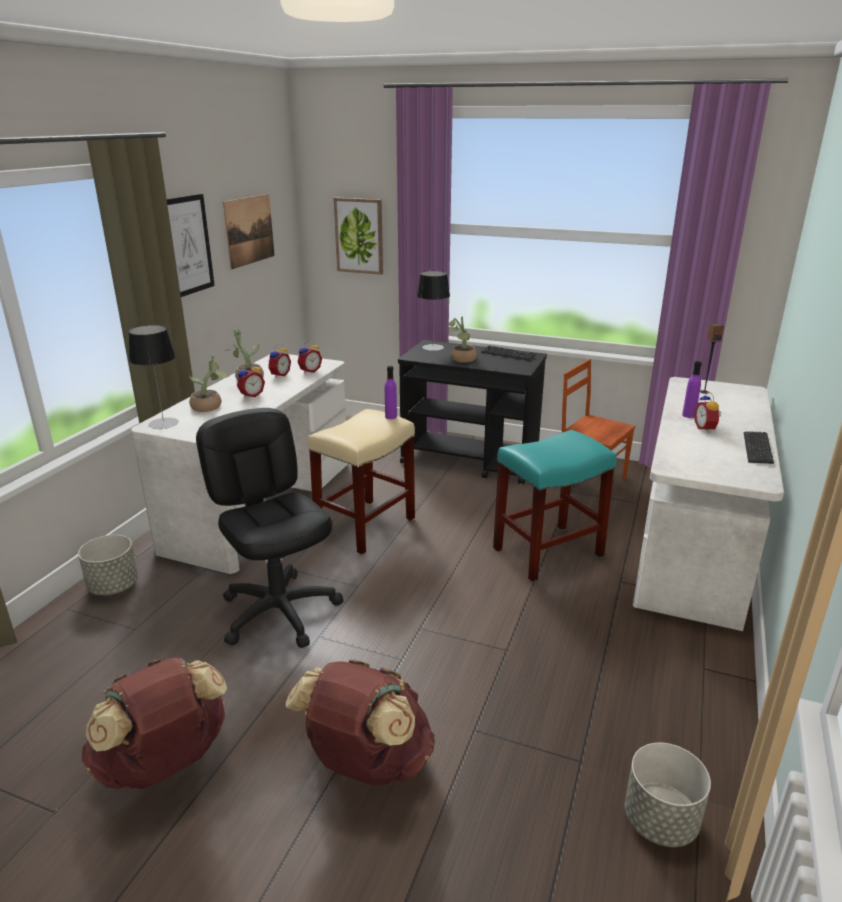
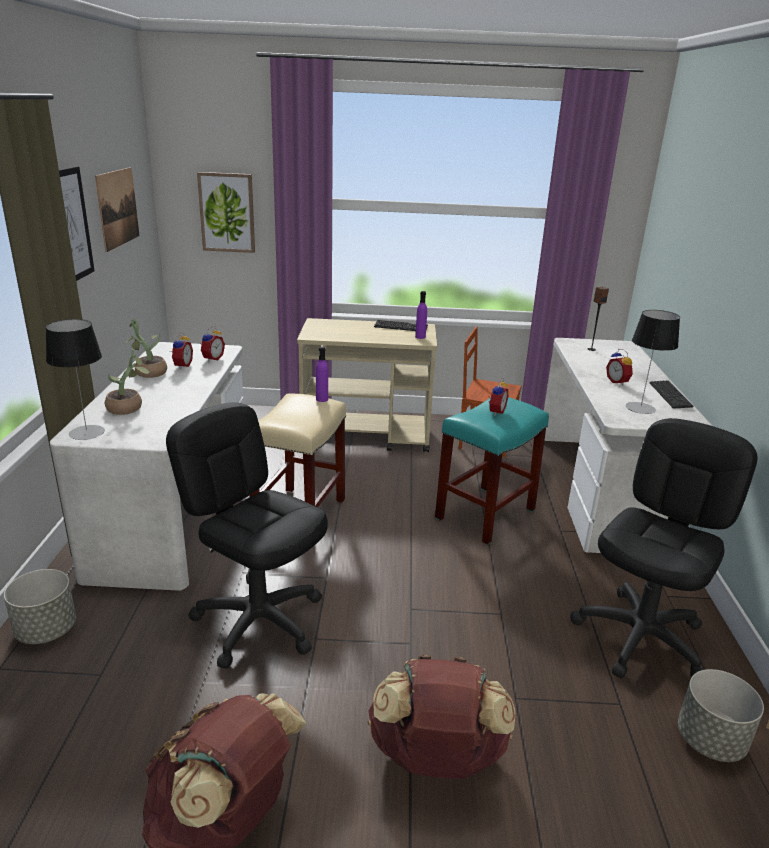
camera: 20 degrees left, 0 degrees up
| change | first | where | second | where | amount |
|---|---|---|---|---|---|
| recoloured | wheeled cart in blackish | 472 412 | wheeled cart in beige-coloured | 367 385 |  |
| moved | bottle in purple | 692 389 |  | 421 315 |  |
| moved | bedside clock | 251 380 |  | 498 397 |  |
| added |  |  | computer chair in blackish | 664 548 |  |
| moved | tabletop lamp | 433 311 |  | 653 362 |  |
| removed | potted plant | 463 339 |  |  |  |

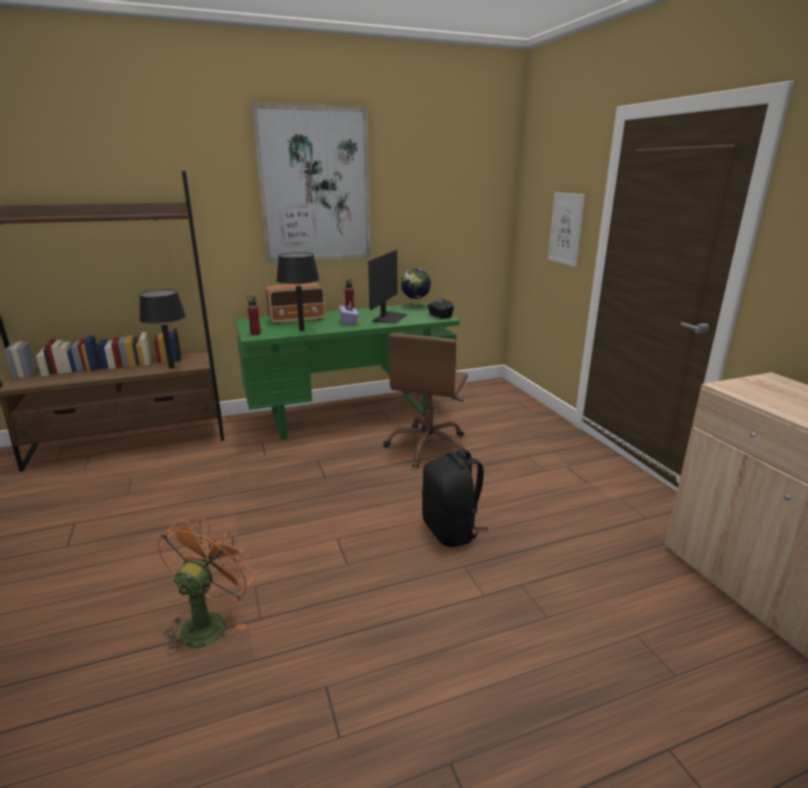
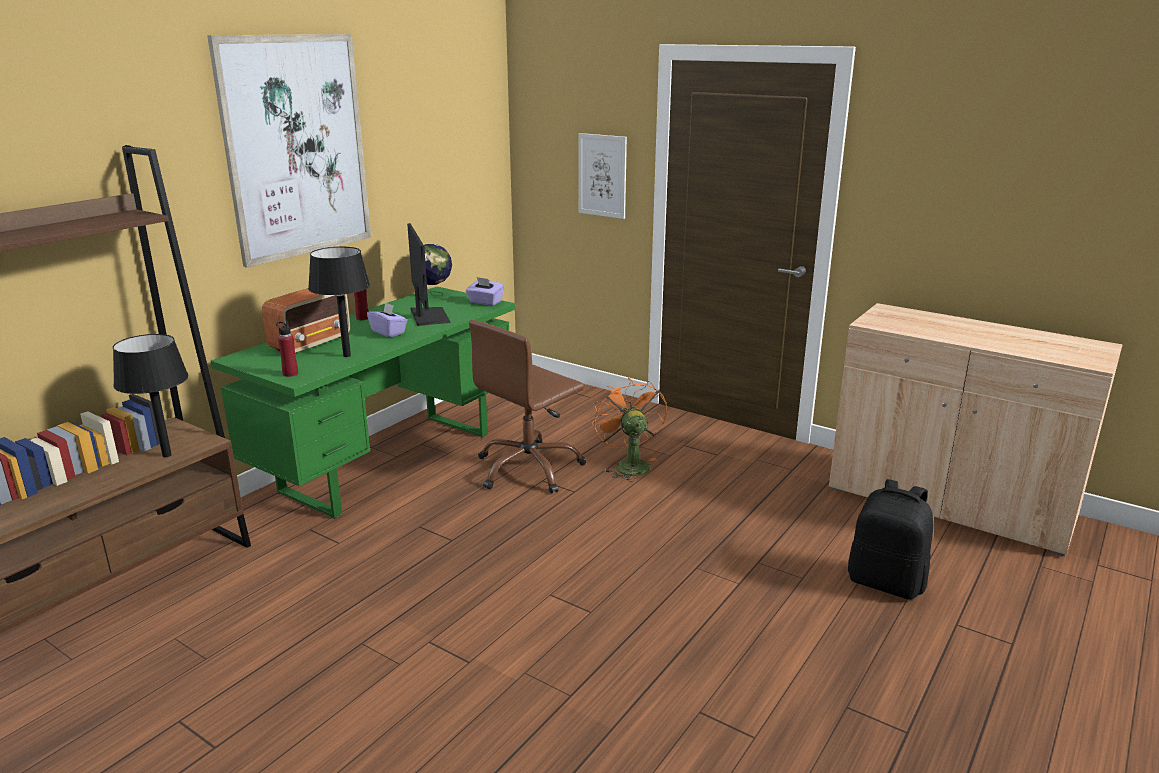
camera: 35 degrees left, 0 degrees up
| change | first | where | second | where | amount |
|---|---|---|---|---|---|
| recoloured | tissue box in blackish | 440 307 | tissue box in purple | 485 291 |  |
| turned | computer chair in brown-coloured | 425 401 |  | 527 406 | 60 degrees clockwise |
| moved | cooling fan in orange | 207 586 |  | 629 430 |  |
| moved | backpack in blackish | 455 497 |  | 890 539 |  |

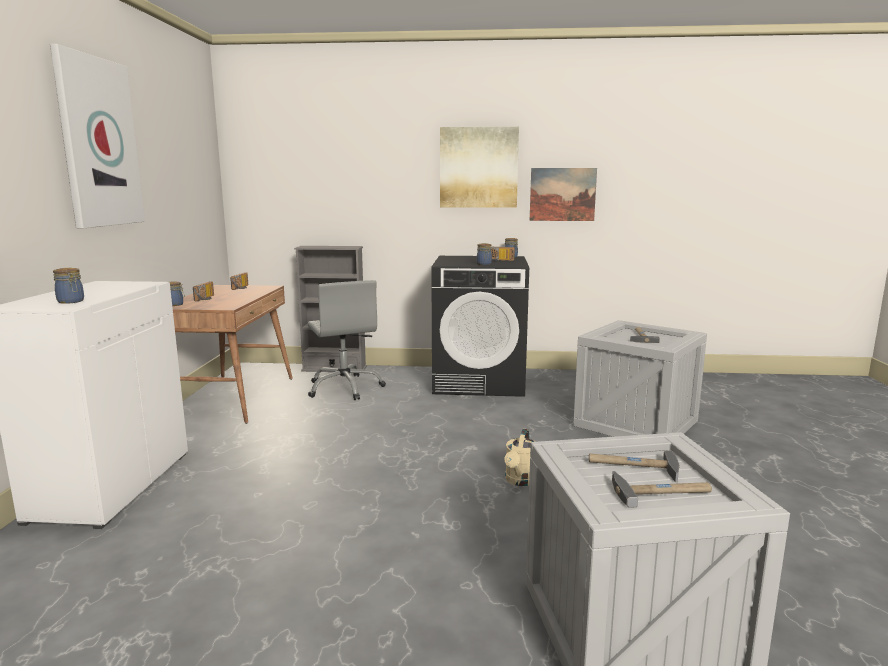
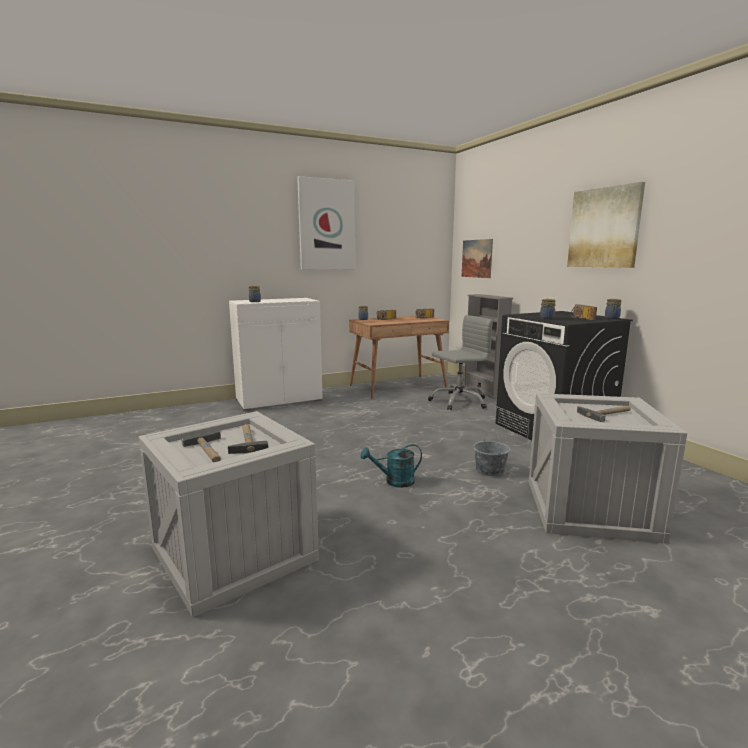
camera: 60 degrees right, 0 degrees up
| change | first | where | second | where | amount |
|---|---|---|---|---|---|
| recoloured | sprinkling can in beige-coloured | 519 457 | sprinkling can in turquoise | 391 466 |  |
| turned | computer chair in grey | 347 340 |  | 460 362 | 150 degrees counterclockwise |
| moved | wall art | 563 194 |  | 477 258 |  |
| added |  |  | water bucket in grey | 492 452 |  |

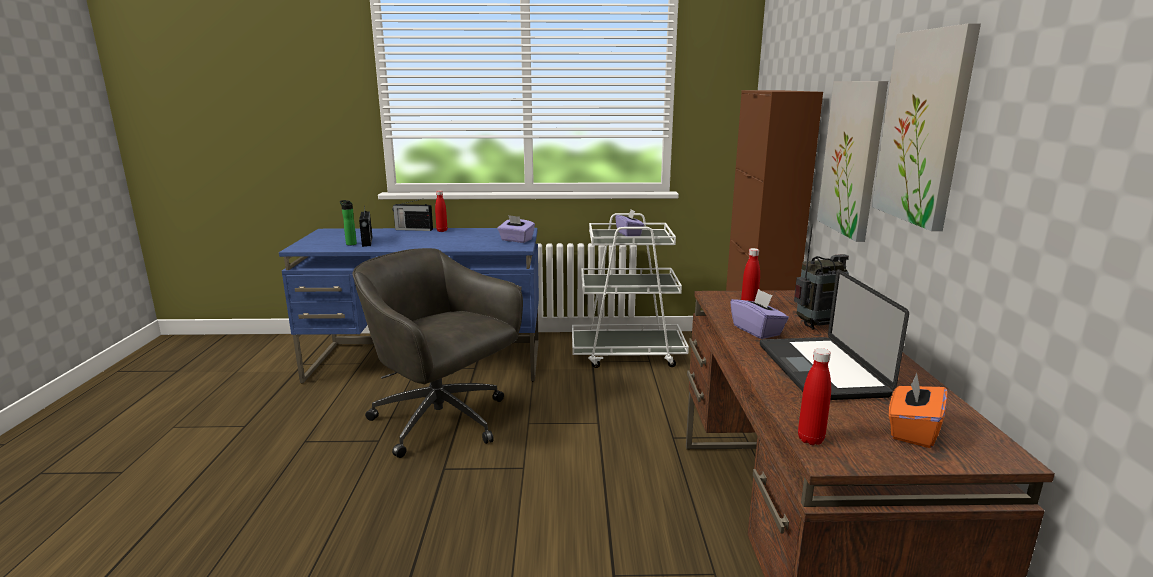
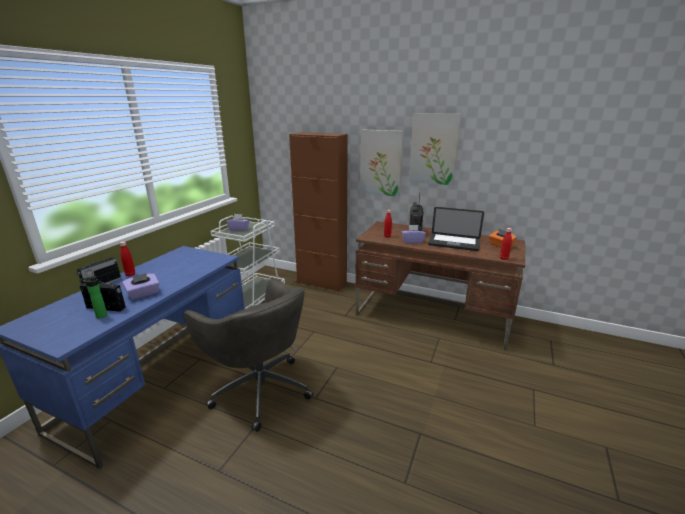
camera: 65 degrees left, 5 degrees up
| change | first | where | second | where | amount |
|---|---|---|---|---|---|
| moved | tissue box in purple | 516 229 |  | 140 286 |  |
| turned | computer chair in grey | 437 353 |  | 248 355 | 105 degrees counterclockwise |

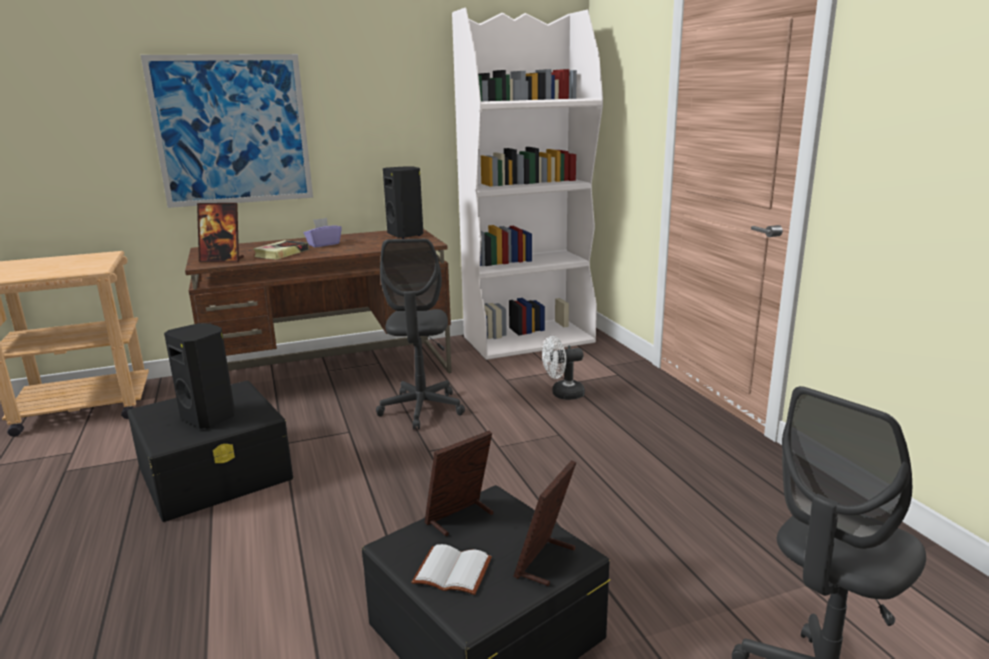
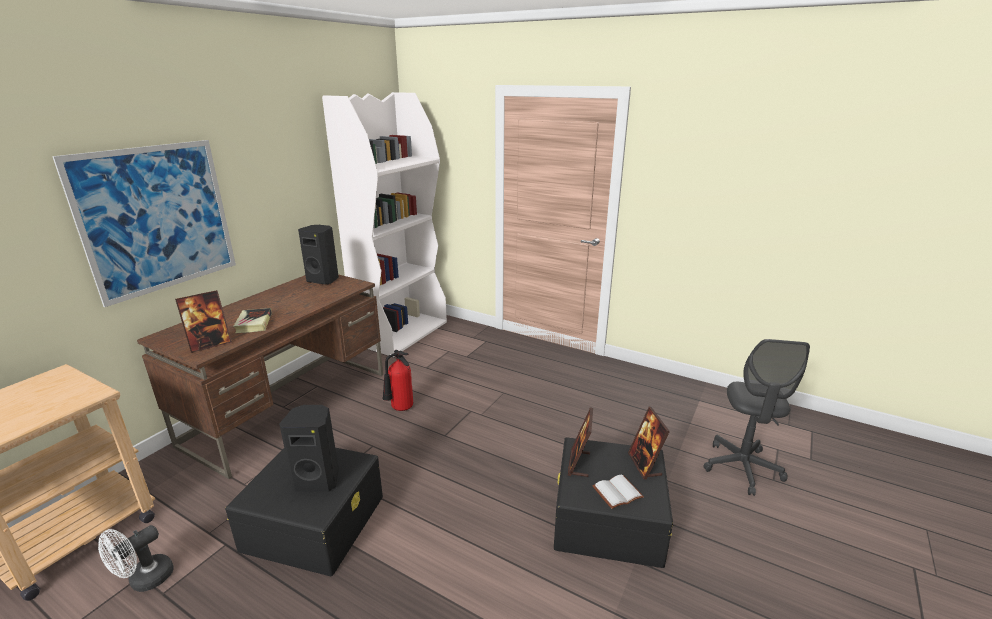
camera: 40 degrees left, 5 degrees up
| change | first | where | second | where | amount |
|---|---|---|---|---|---|
| moved | cooling fan in whitish | 563 368 |  | 136 558 |  |
| replaced | computer chair in grey | 420 334 | fire extinguisher | 398 380 |  |
| removed | tissue box in purple | 323 232 |  |  |  |

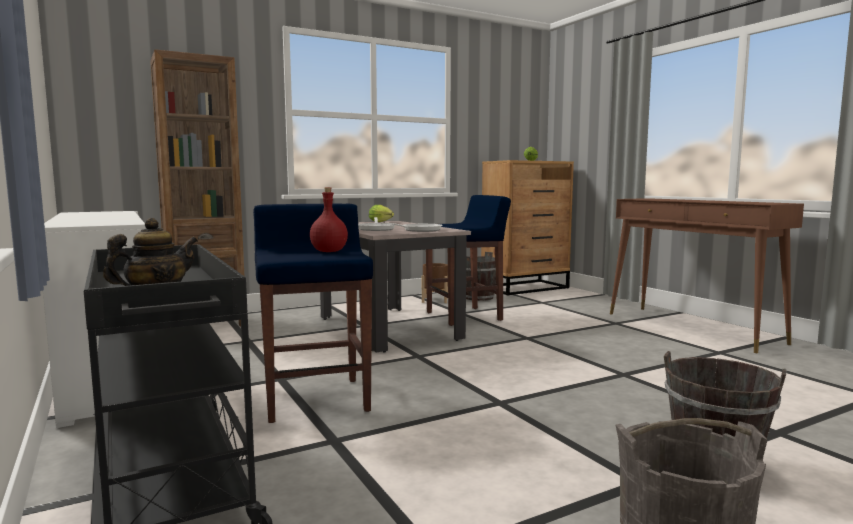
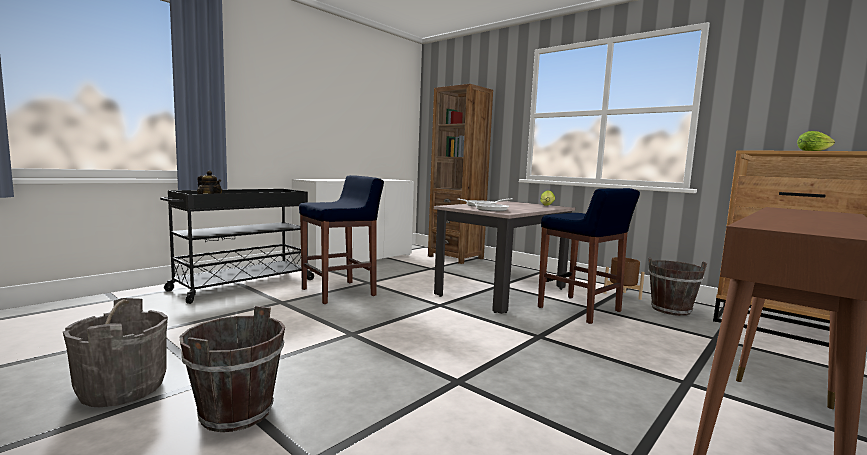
camera: 70 degrees right, 0 degrees up
| change | first | where | second | where | amount |
|---|---|---|---|---|---|
| removed | bottle in reddish | 329 219 |  |  |  |

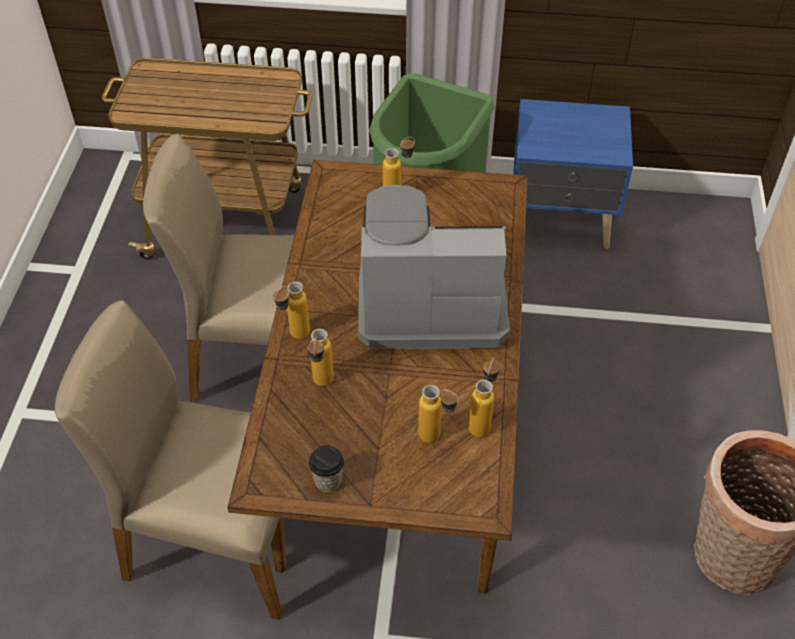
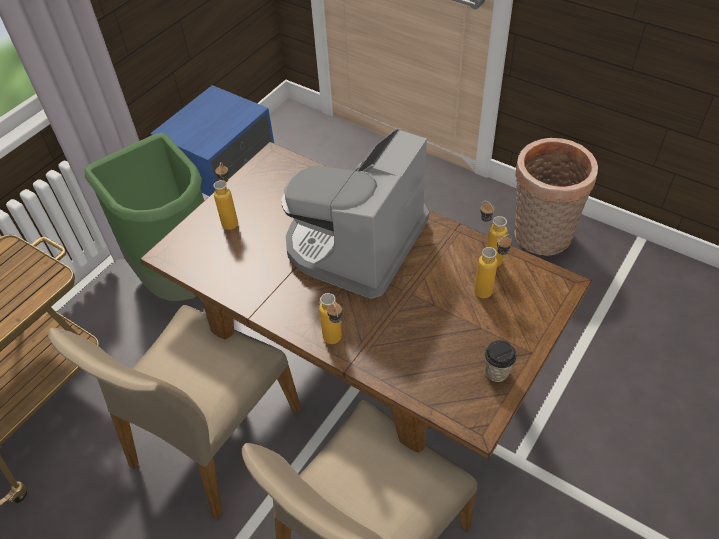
camera: 60 degrees left, 0 degrees up
| change | first | where | second | where | amount |
|---|---|---|---|---|---|
| removed | bottle | 320 357 |  |  |  |

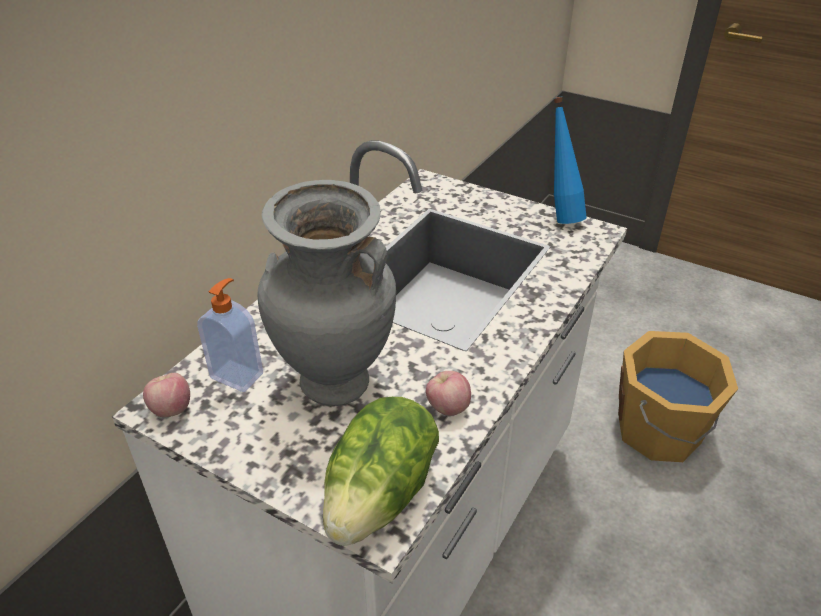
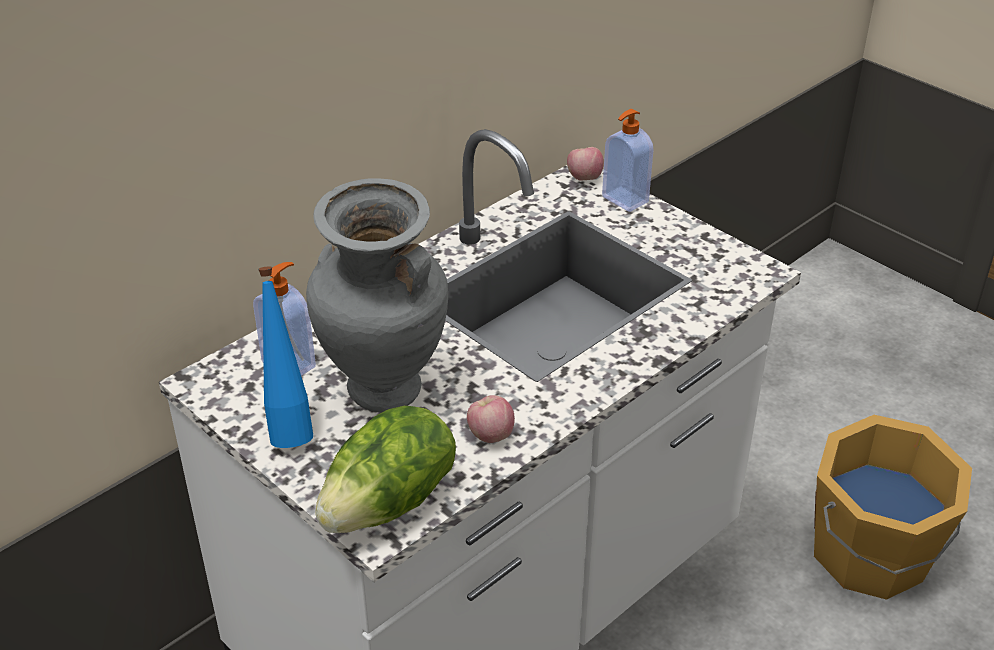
camera: 15 degrees right, 0 degrees up
| change | first | where | second | where | amount |
|---|---|---|---|---|---|
| moved | bottle in blue | 570 160 |  | 285 357 |  |
| moved | whole apple | 166 395 |  | 585 164 |  |
| added |  |  | soap dispenser | 628 160 |  |

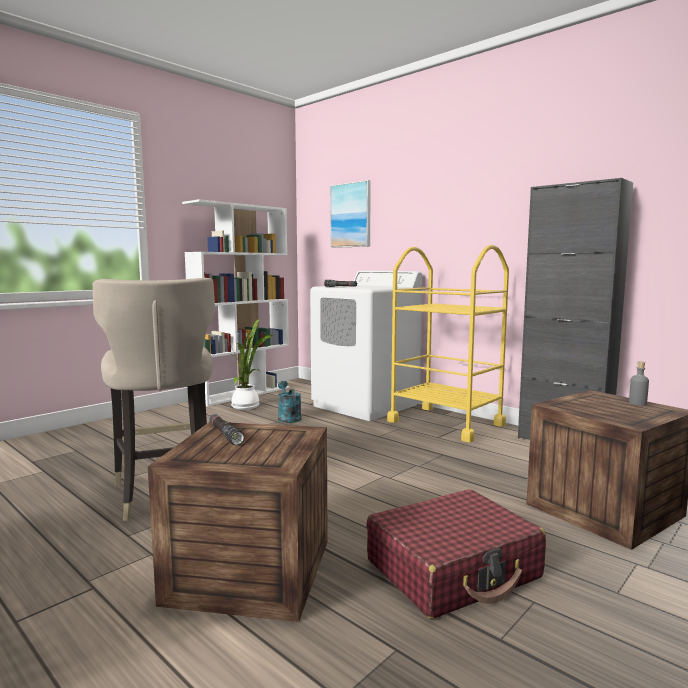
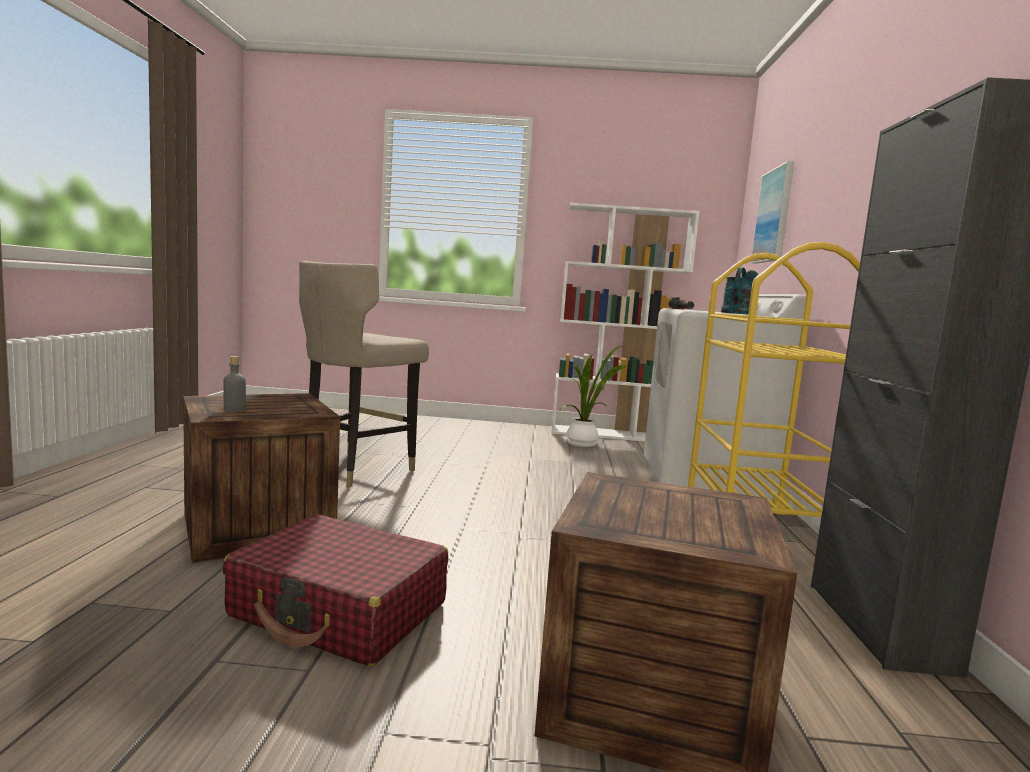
camera: 50 degrees right, 0 degrees up
| change | first | where | second | where | amount |
|---|---|---|---|---|---|
| moved | bottle in grey | 639 383 |  | 234 384 |  |
| moved | sprinkling can in turquoise | 290 402 |  | 739 290 |  |
| removed | hand torch in blackish | 227 429 |  |  |  |

